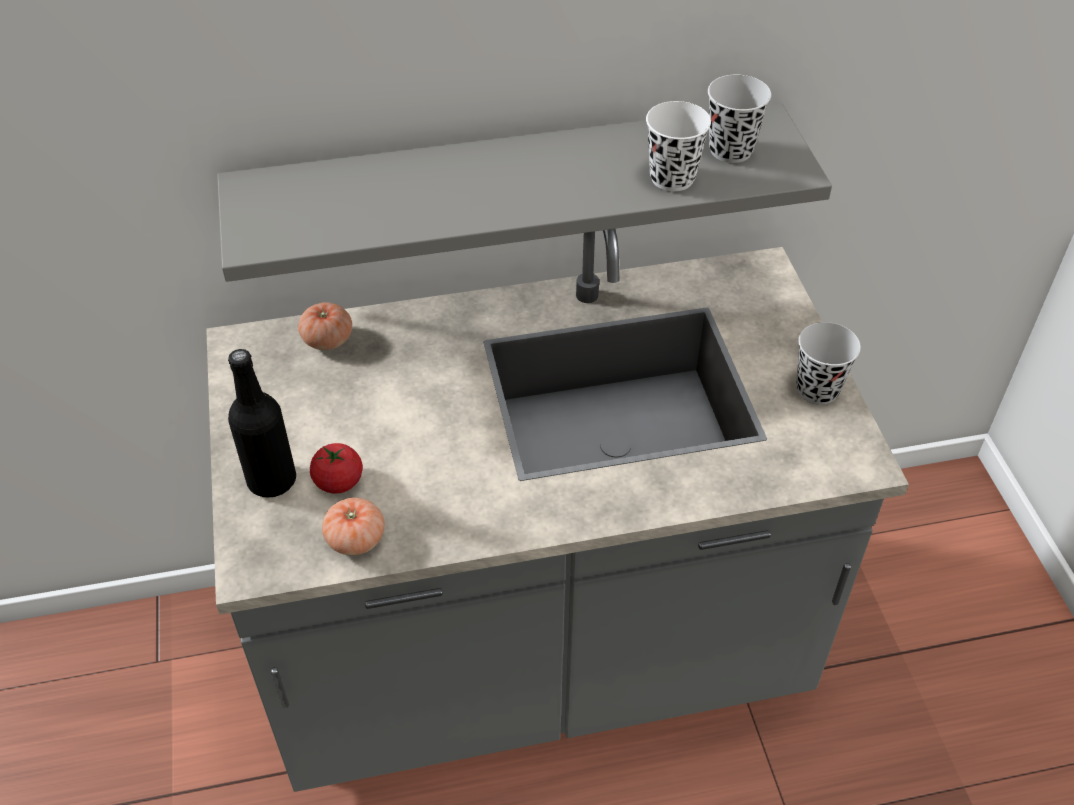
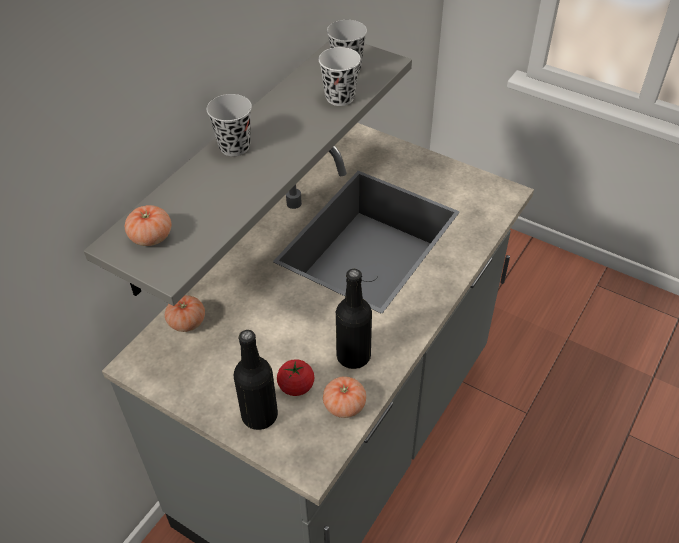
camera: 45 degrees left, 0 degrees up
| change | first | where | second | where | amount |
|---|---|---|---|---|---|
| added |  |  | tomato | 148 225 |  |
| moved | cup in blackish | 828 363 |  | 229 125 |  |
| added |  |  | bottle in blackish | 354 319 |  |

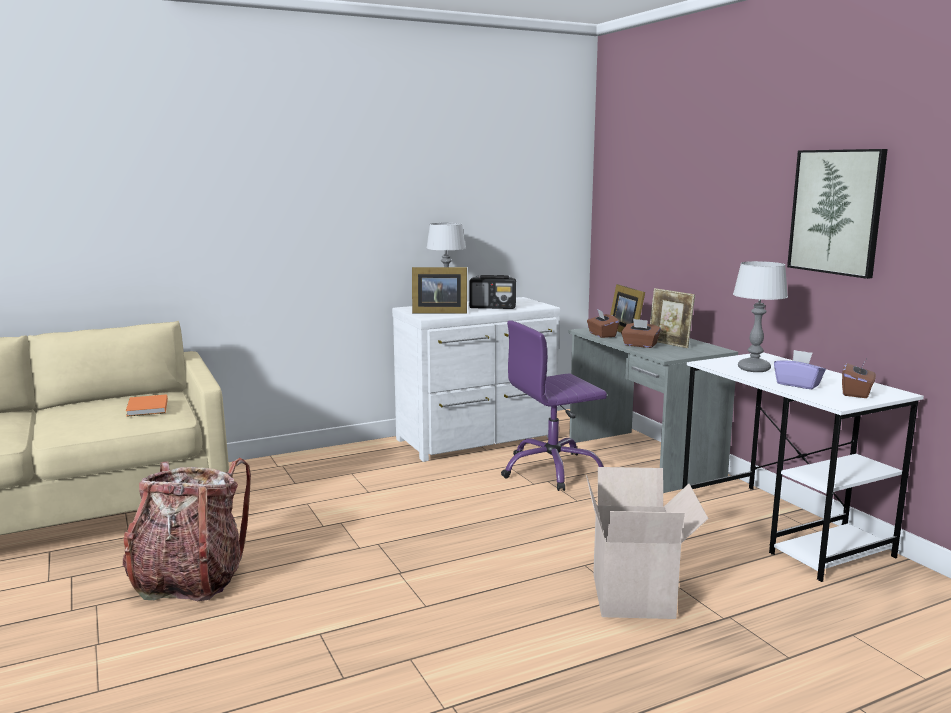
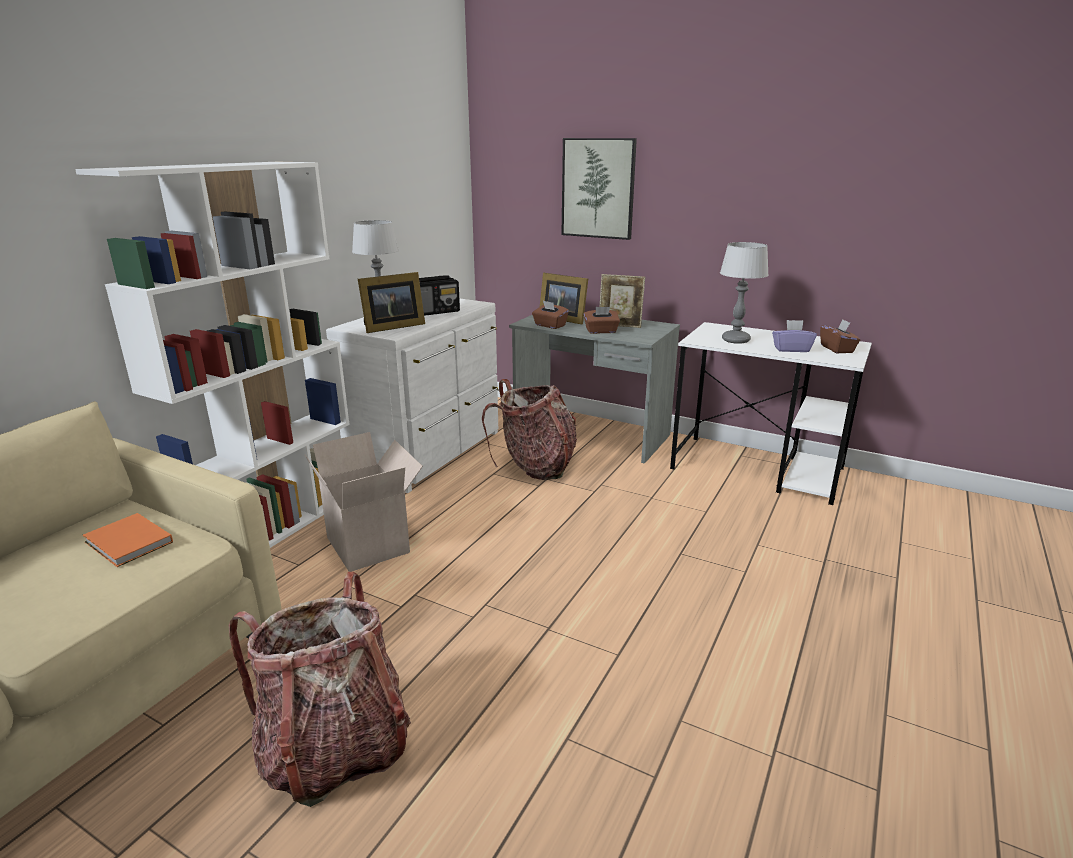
camera: 35 degrees left, 10 degrees up
| change | first | where | second | where | amount |
|---|---|---|---|---|---|
| added |  |  | bookshelf in whitish | 212 355 |  |
| moved | carton | 647 543 |  | 364 502 |  |
| replaced | computer chair in purple | 554 405 | backpack | 529 429 |  |
| moved | wall art | 837 214 |  | 599 189 |  |

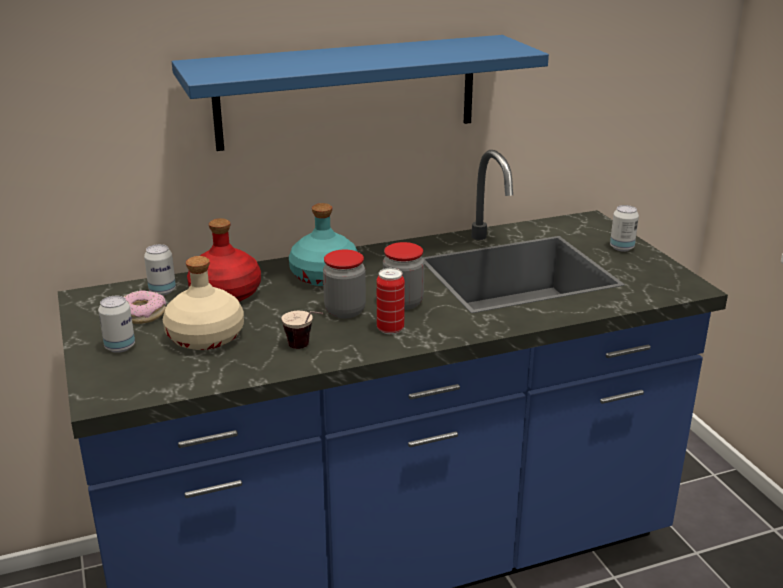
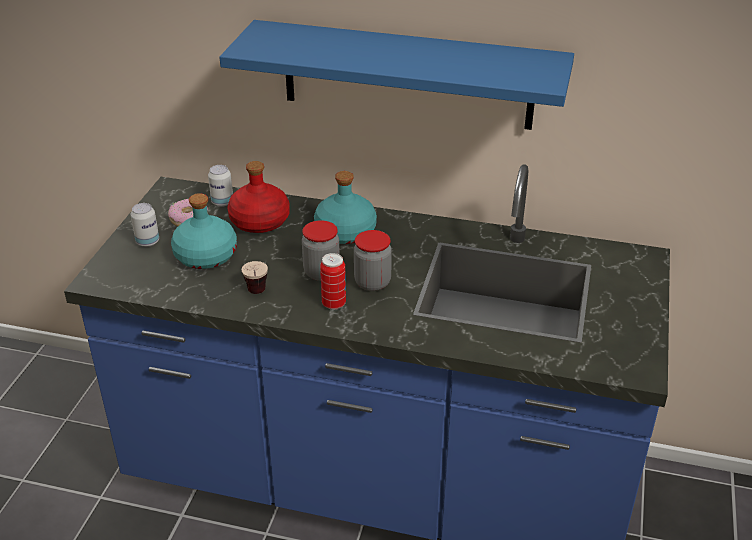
camera: 35 degrees right, 10 degrees up
| change | first | where | second | where | amount |
|---|---|---|---|---|---|
| recoloured | bottle in beige-coloured | 203 303 | bottle in turquoise | 204 231 |  |
| removed | can | 624 228 |  |  |  |

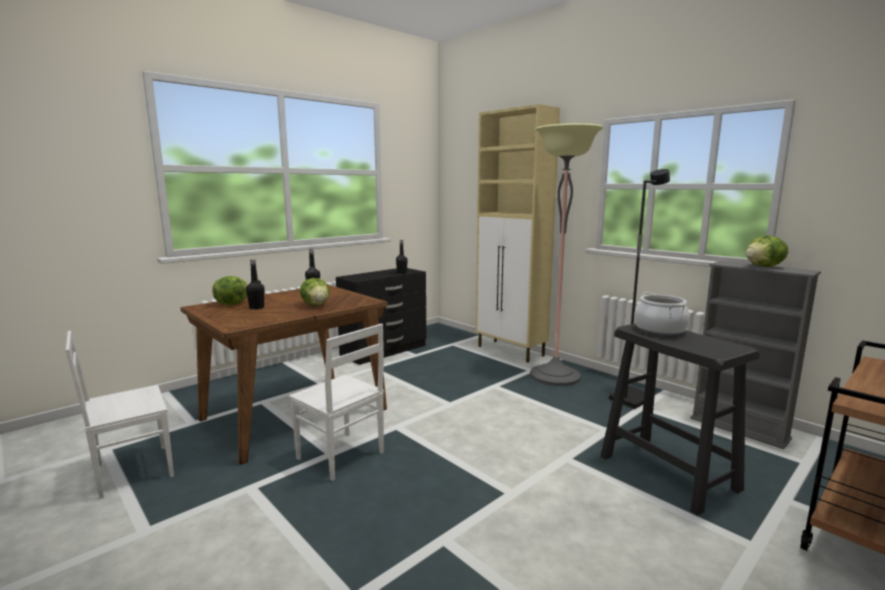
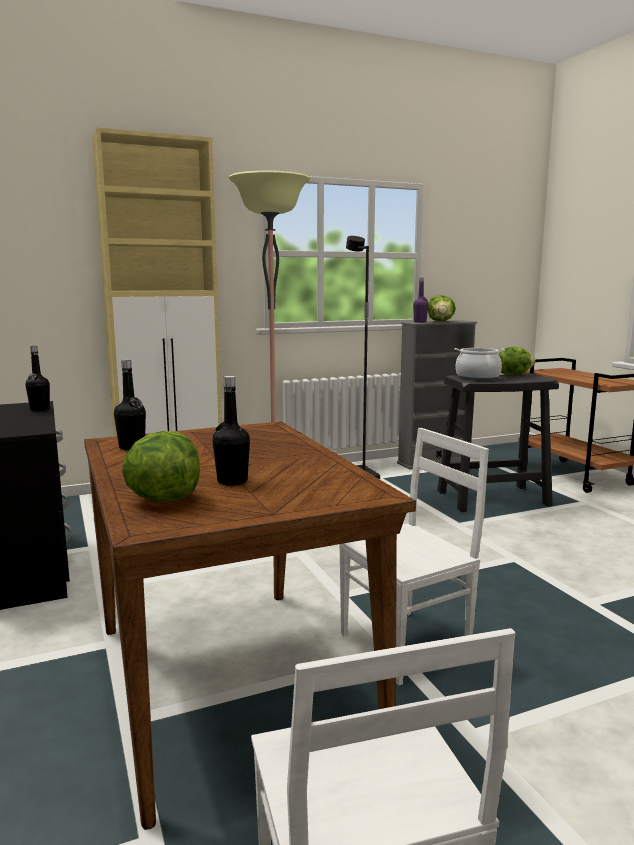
camera: 70 degrees left, 0 degrees up
| change | first | where | second | where | amount |
|---|---|---|---|---|---|
| added |  |  | bottle in purple | 421 300 |  |
| moved | lettuce | 315 292 |  | 517 361 |  |

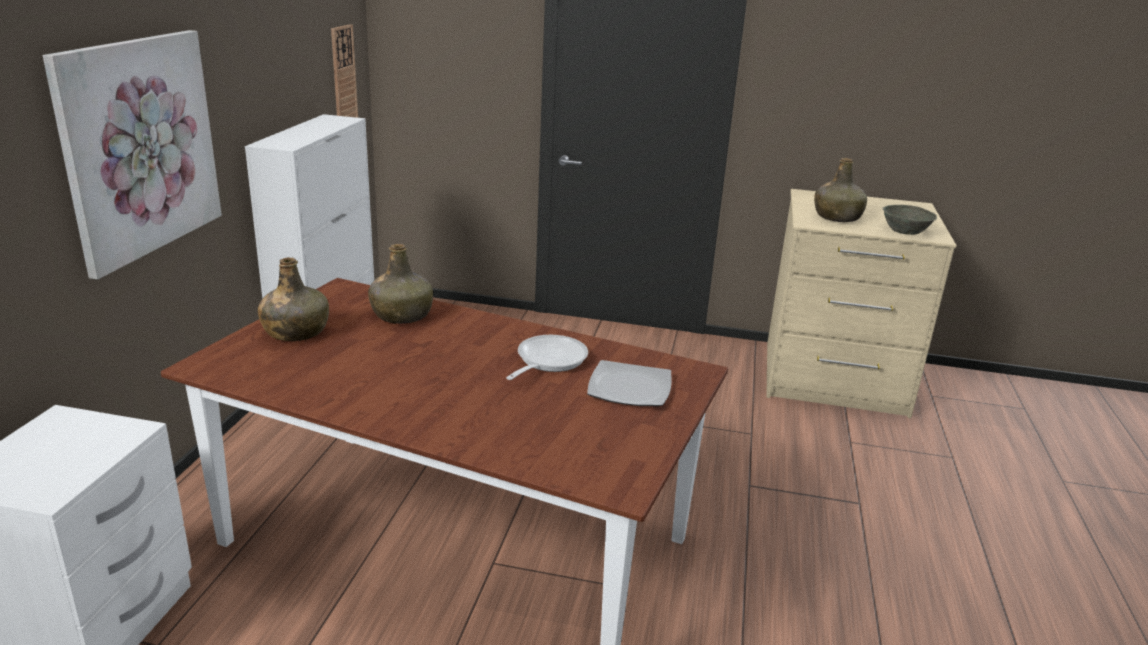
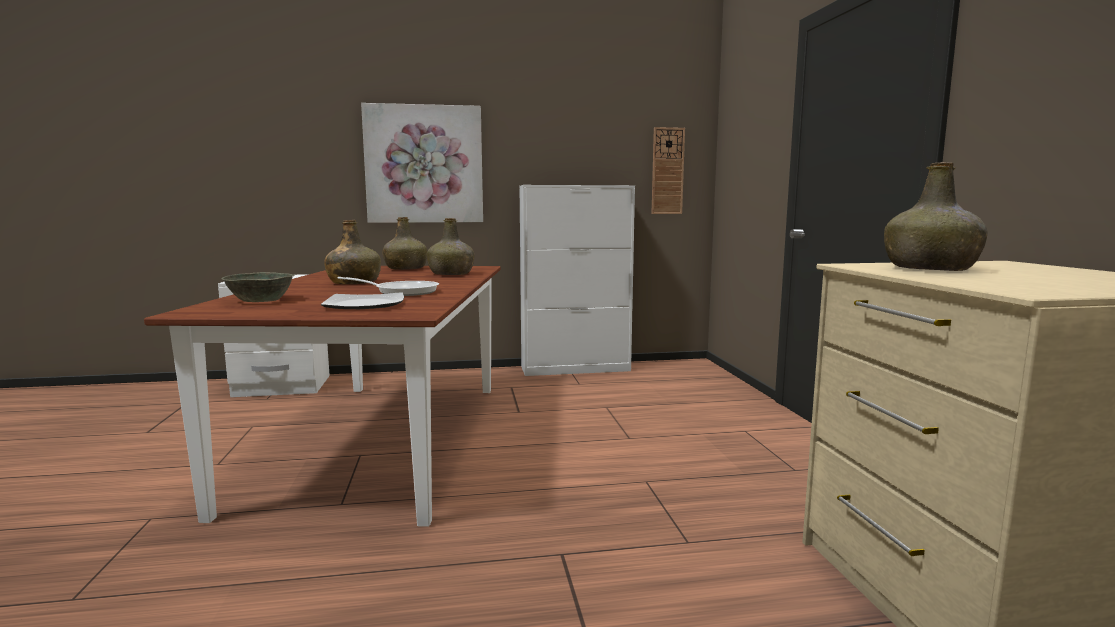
camera: 70 degrees right, 15 degrees down
| change | first | where | second | where | amount |
|---|---|---|---|---|---|
| moved | bowl in grey | 909 220 |  | 257 287 |  |
| added |  |  | bottle in greenish | 352 252 |  |

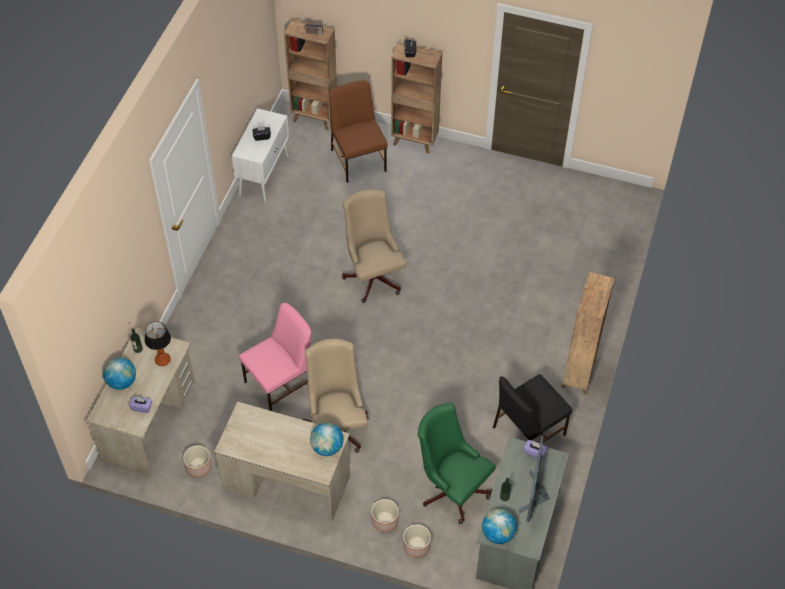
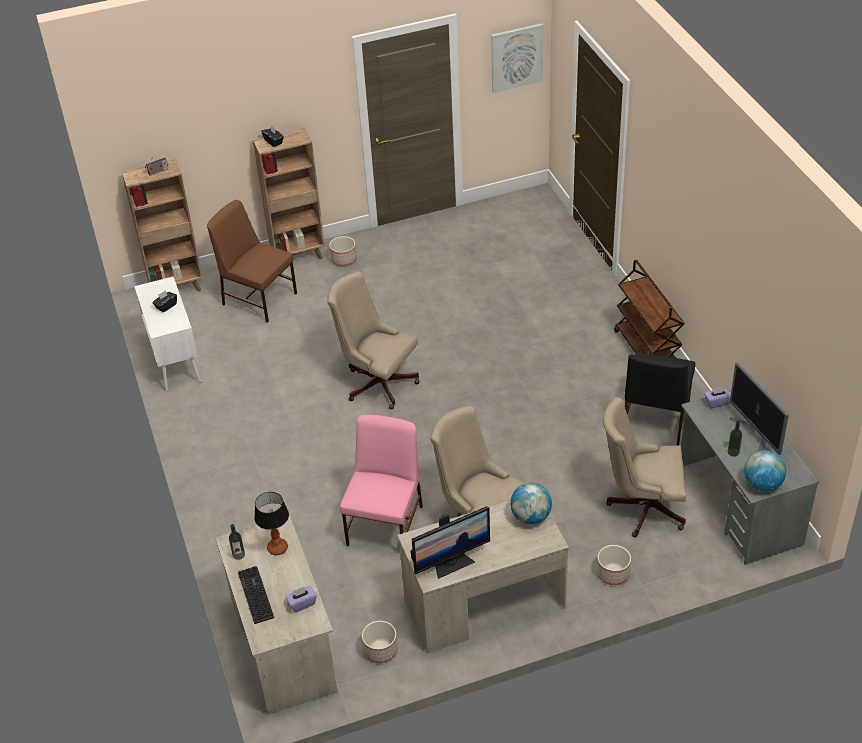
camera: 35 degrees left, 10 degrees down
| change | first | where | second | where | amount |
|---|---|---|---|---|---|
| replaced | world globe | 119 373 | computer keyboard | 256 595 |  |
| moved | flower pot | 417 541 |  | 343 251 |  |
| added |  |  | monitor | 450 542 |  |
| added |  |  | wall art | 517 58 |  |
| recoloured | computer chair in greenish | 457 463 | computer chair in beige-coloured | 644 467 |  |
| replaced | bookshelf in brown-coloured | 587 333 | wheeled cart in brown-coloured | 649 309 |  |

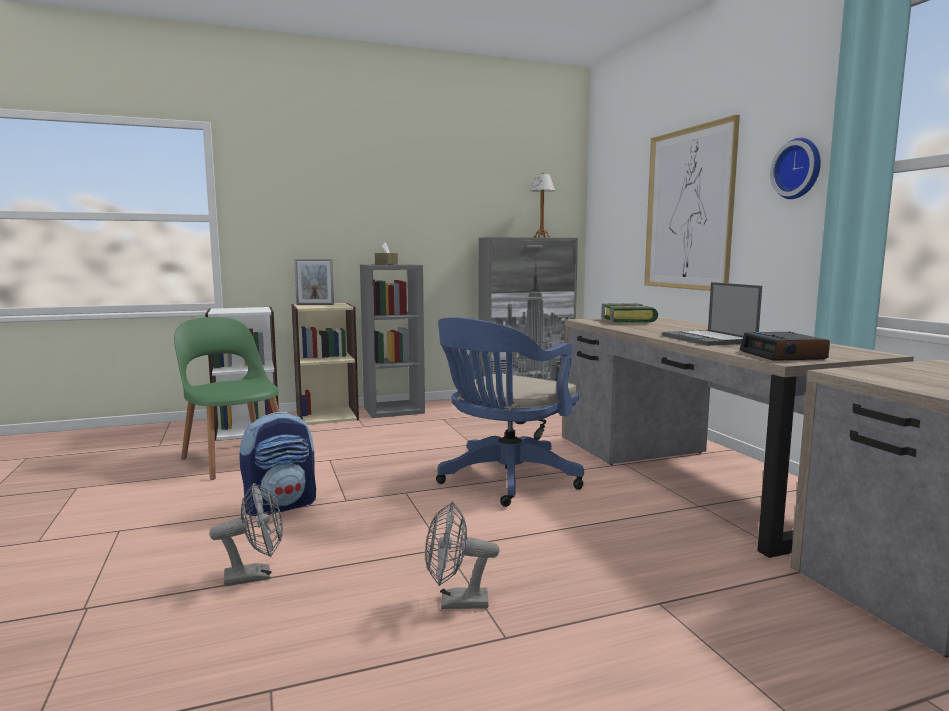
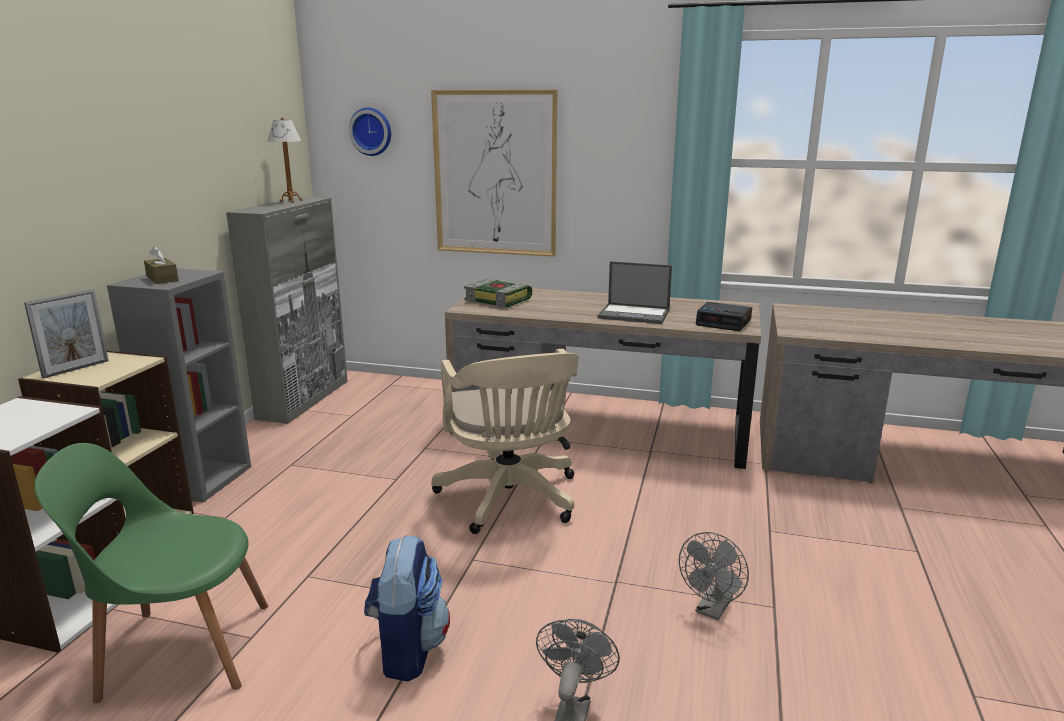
camera: 55 degrees left, 10 degrees up
| change | first | where | second | where | amount |
|---|---|---|---|---|---|
| moved | wall clock | 795 168 |  | 370 131 |  |
| recoloured | computer chair in blue | 510 412 | computer chair in beige-coloured | 505 441 |  |

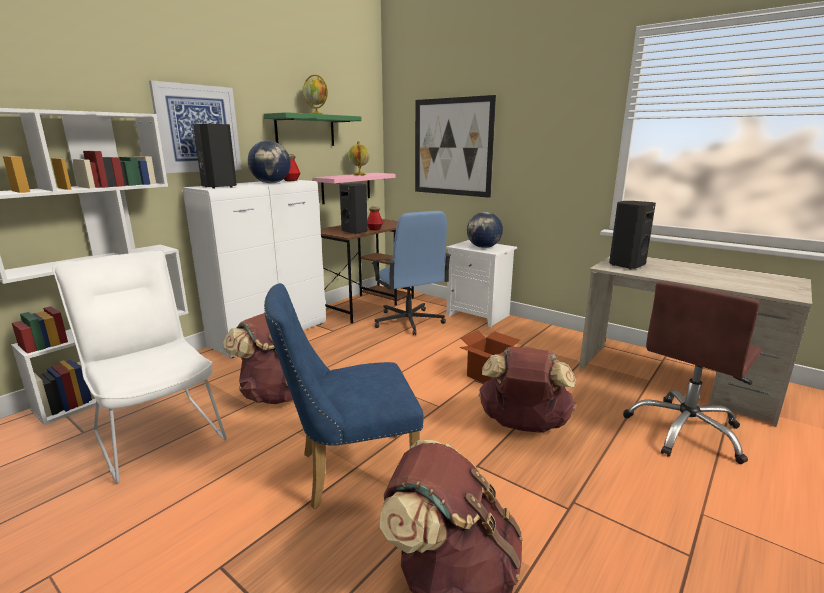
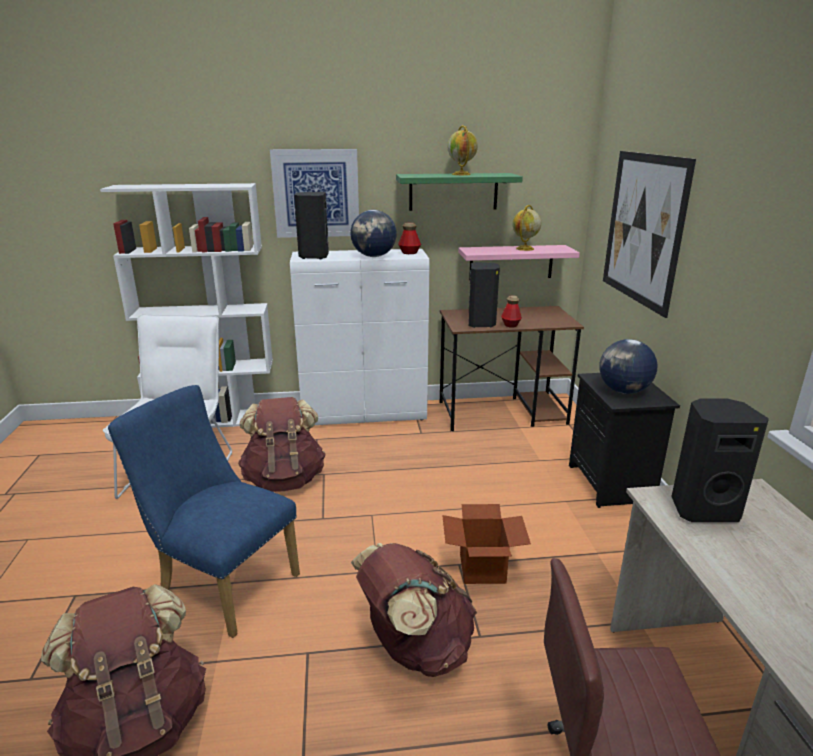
camera: 45 degrees right, 5 degrees up
| change | first | where | second | where | amount |
|---|---|---|---|---|---|
| recoloured | bedside table in whitish | 481 283 | bedside table in blackish | 624 440 |  |
| removed | computer chair in blue | 411 273 |  |  |  |

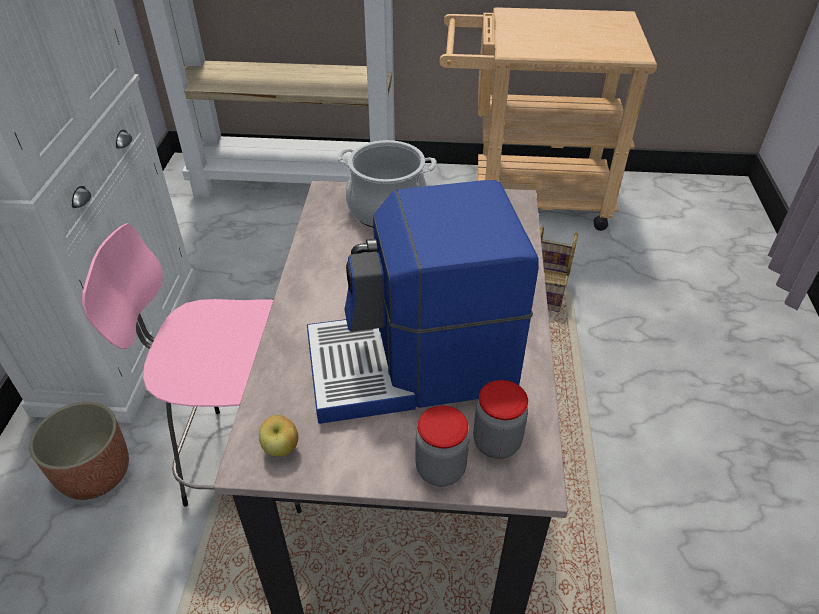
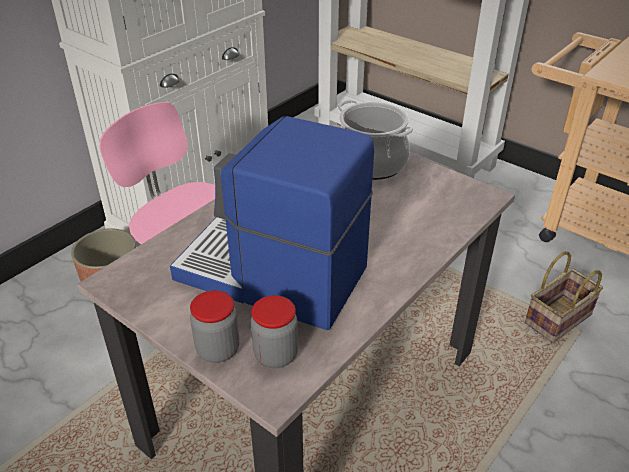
camera: 35 degrees right, 5 degrees down
| change | first | where | second | where | amount |
|---|---|---|---|---|---|
| removed | whole apple | 278 436 |  |  |  |

